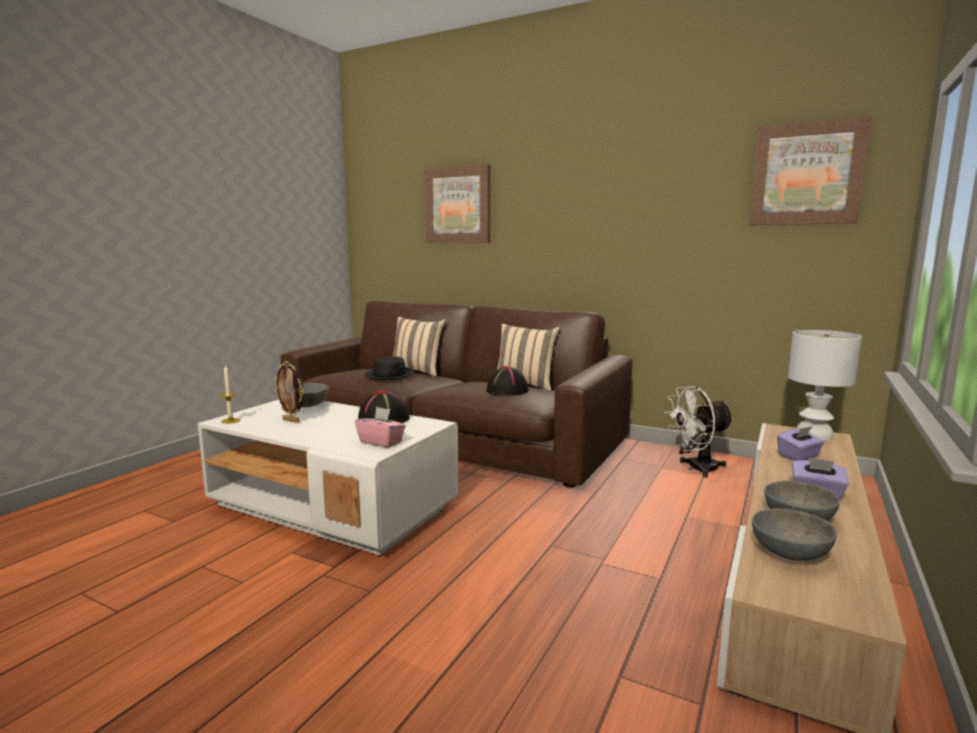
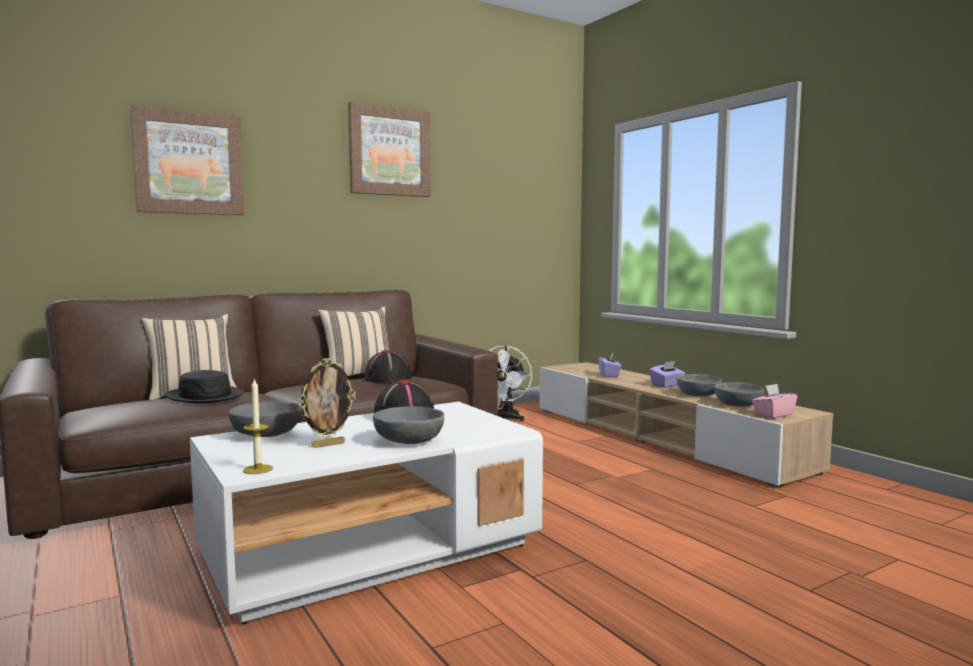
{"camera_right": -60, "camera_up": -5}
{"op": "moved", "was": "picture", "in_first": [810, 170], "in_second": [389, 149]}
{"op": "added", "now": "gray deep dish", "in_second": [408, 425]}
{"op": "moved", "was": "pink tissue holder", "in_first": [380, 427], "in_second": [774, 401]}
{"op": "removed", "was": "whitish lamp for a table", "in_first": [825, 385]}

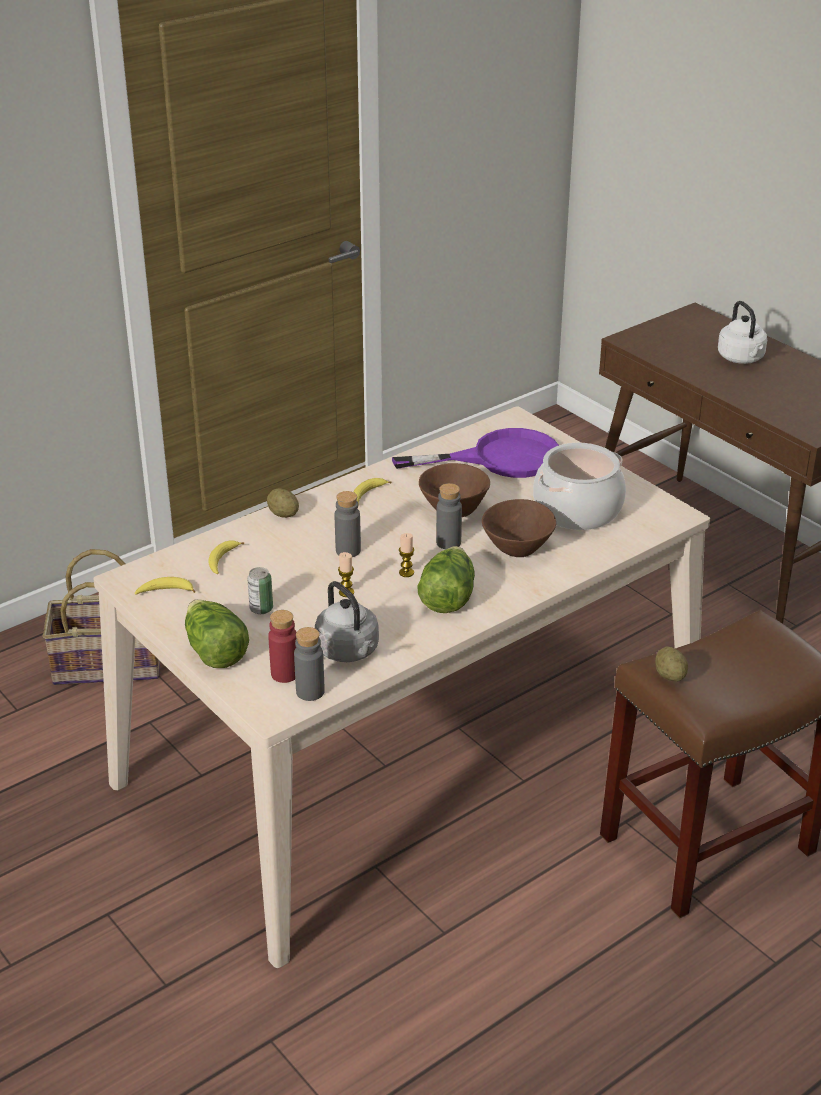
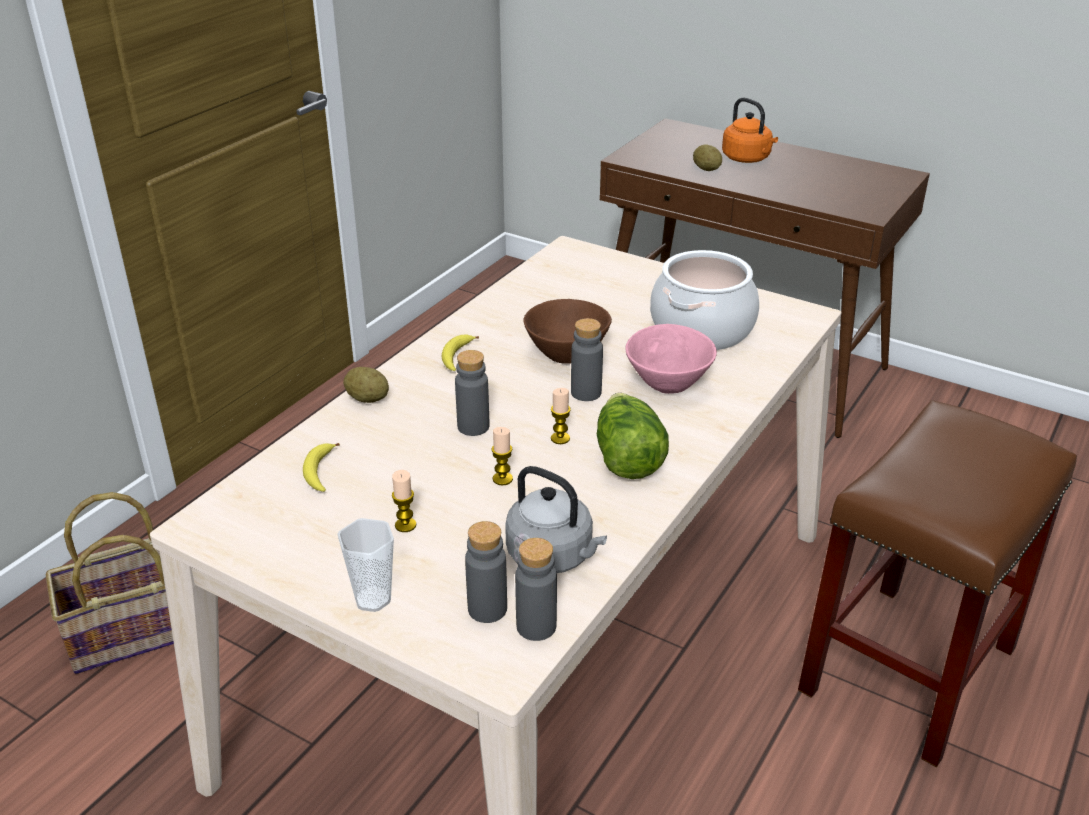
{"camera_right": -20, "camera_up": 0}
{"op": "replaced", "was": "lettuce head", "now": "small cup", "in_first": [217, 633], "in_second": [365, 565]}
{"op": "replaced", "was": "sealed can", "now": "candle", "in_first": [260, 590], "in_second": [404, 501]}
{"op": "recoloured", "was": "red-coloured bottle", "now": "gray bottle", "in_first": [282, 646], "in_second": [486, 572]}
{"op": "recoloured", "was": "brown deep dish", "now": "pink deep dish", "in_first": [519, 528], "in_second": [671, 359]}
{"op": "moved", "was": "whole potato", "in_first": [671, 664], "in_second": [707, 157]}
{"op": "recoloured", "was": "whitish tea kettle", "now": "orangey tea kettle", "in_first": [742, 332], "in_second": [750, 130]}
{"op": "removed", "was": "banana fruit", "in_first": [165, 586]}
{"op": "removed", "was": "purple frying pan", "in_first": [475, 453]}

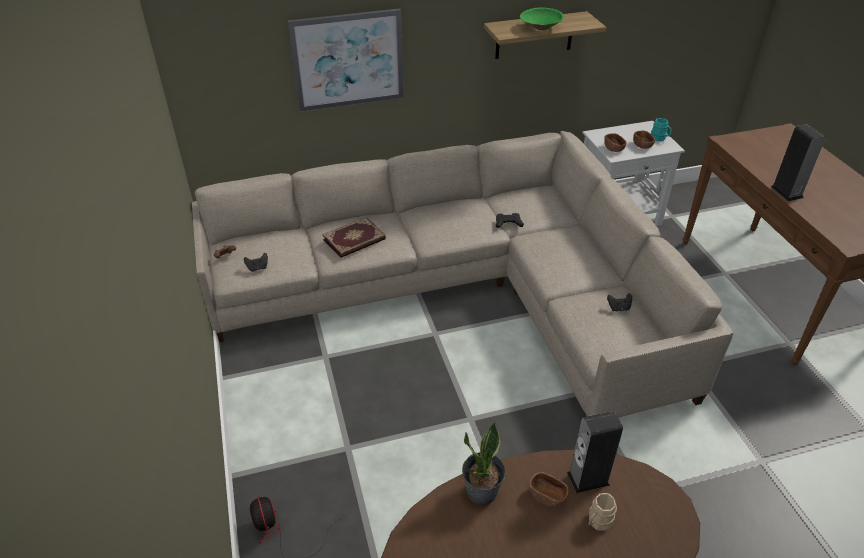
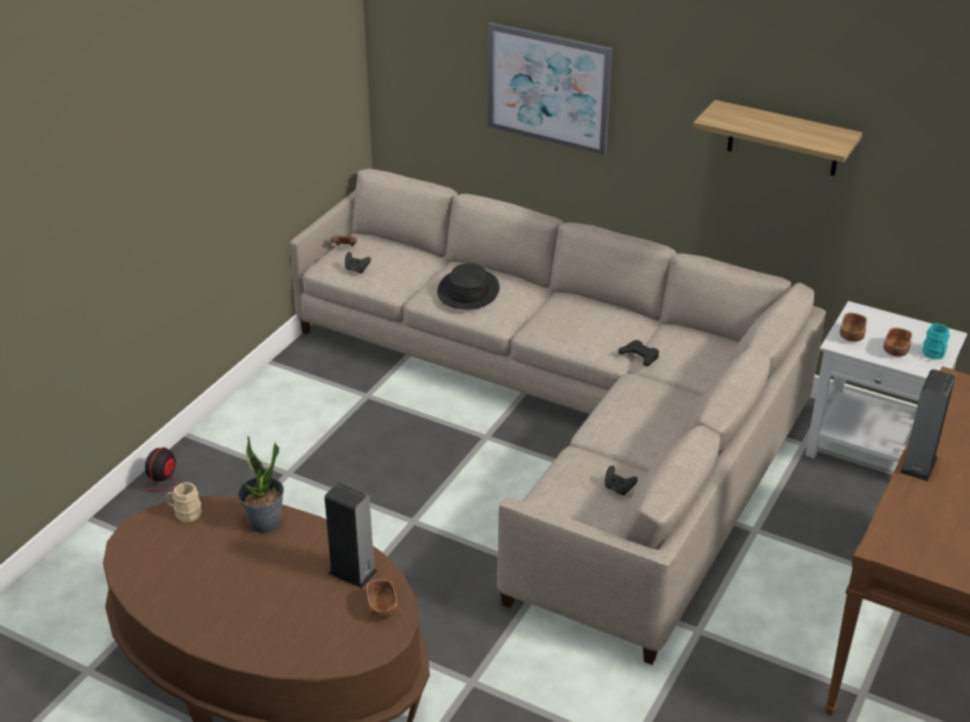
{"camera_right": 45, "camera_up": -5}
{"op": "moved", "was": "sand-coloured coffee mug", "in_first": [603, 511], "in_second": [184, 502]}
{"op": "moved", "was": "brown deep dish", "in_first": [549, 489], "in_second": [382, 599]}
{"op": "replaced", "was": "volume", "now": "black hat", "in_first": [354, 237], "in_second": [468, 286]}
{"op": "removed", "was": "green deep dish", "in_first": [542, 18]}

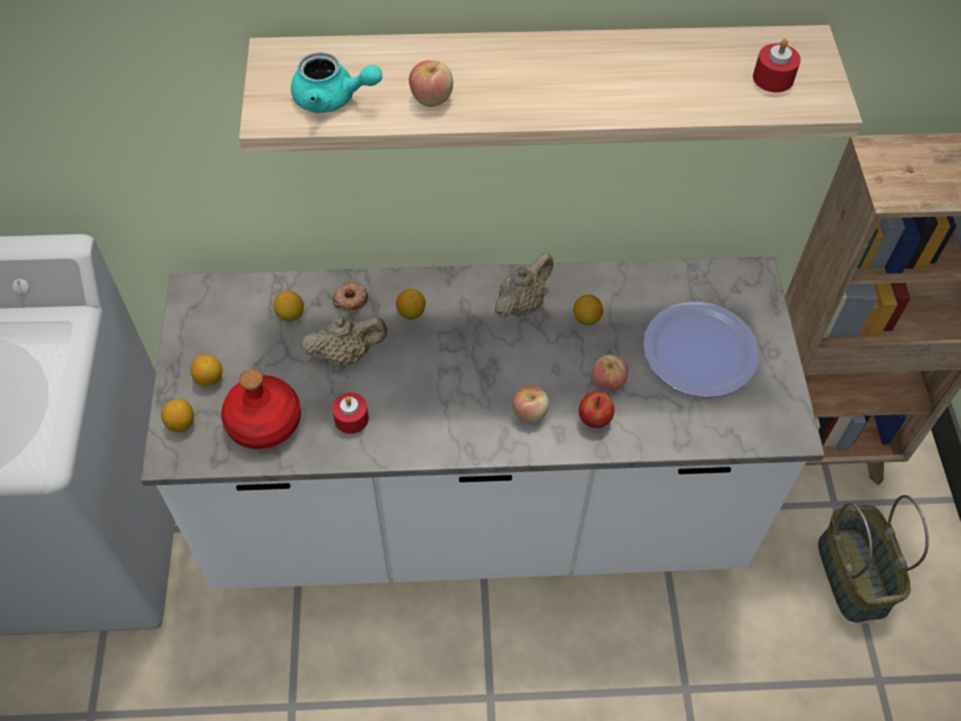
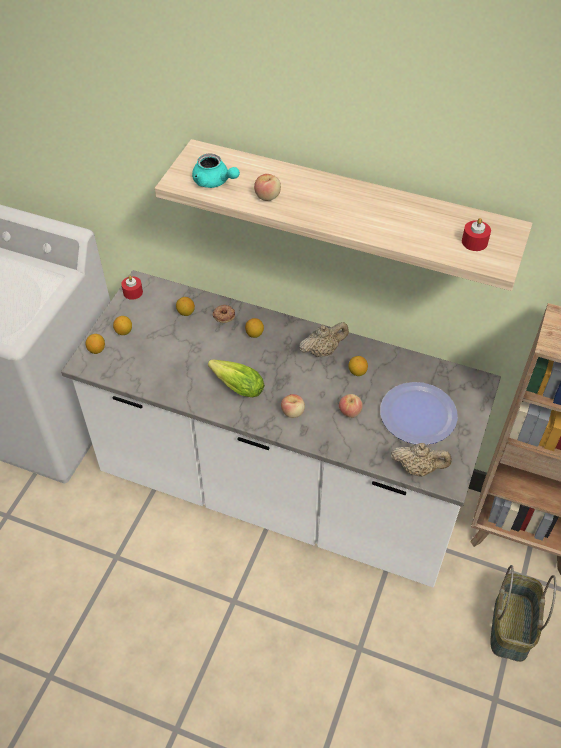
{"camera_right": 25, "camera_up": -5}
{"op": "moved", "was": "red-coloured candle", "in_first": [350, 413], "in_second": [132, 288]}
{"op": "added", "now": "lettuce head", "in_second": [236, 378]}
{"op": "moved", "was": "sand-coloured teapot", "in_first": [344, 341], "in_second": [421, 460]}
{"op": "removed", "was": "red-coloured bottle", "in_first": [261, 409]}
{"op": "removed", "was": "whole apple", "in_first": [596, 409]}

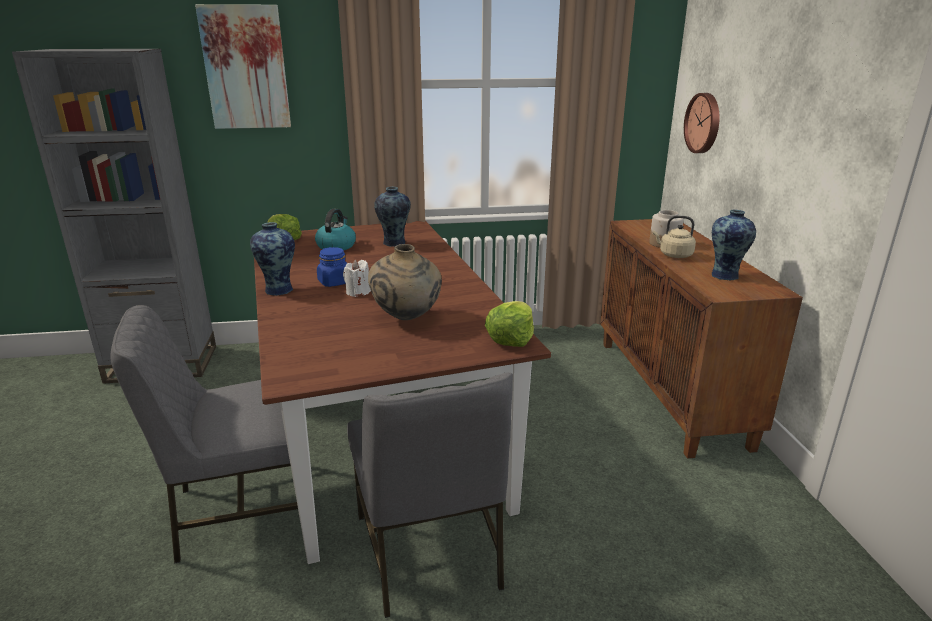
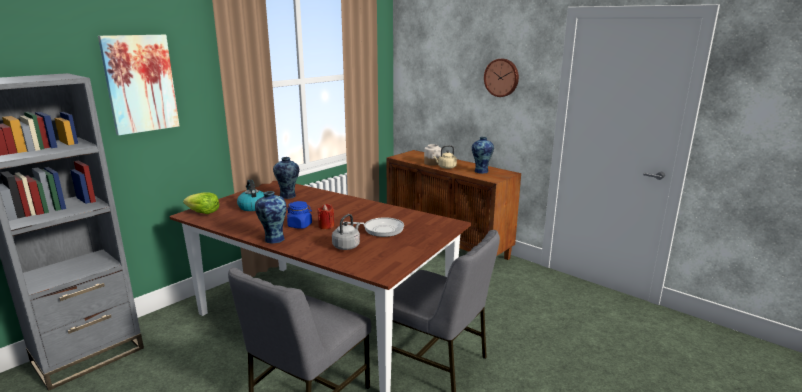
{"camera_right": -40, "camera_up": -5}
{"op": "recoloured", "was": "whitish candle", "now": "red-coloured candle", "in_first": [357, 278], "in_second": [325, 216]}
{"op": "added", "now": "gray tea kettle", "in_second": [346, 232]}
{"op": "replaced", "was": "sand-coloured decorative vase", "now": "frying pan", "in_first": [405, 282], "in_second": [373, 227]}
{"op": "moved", "was": "hanging clock", "in_first": [701, 123], "in_second": [501, 78]}
{"op": "removed", "was": "lettuce head", "in_first": [509, 324]}

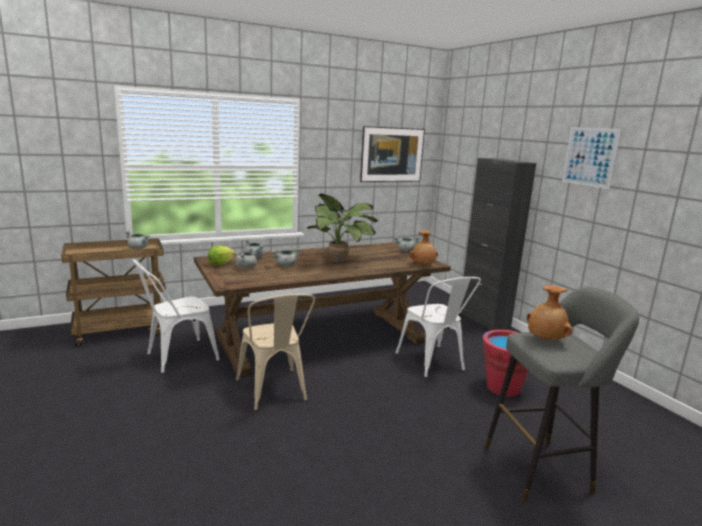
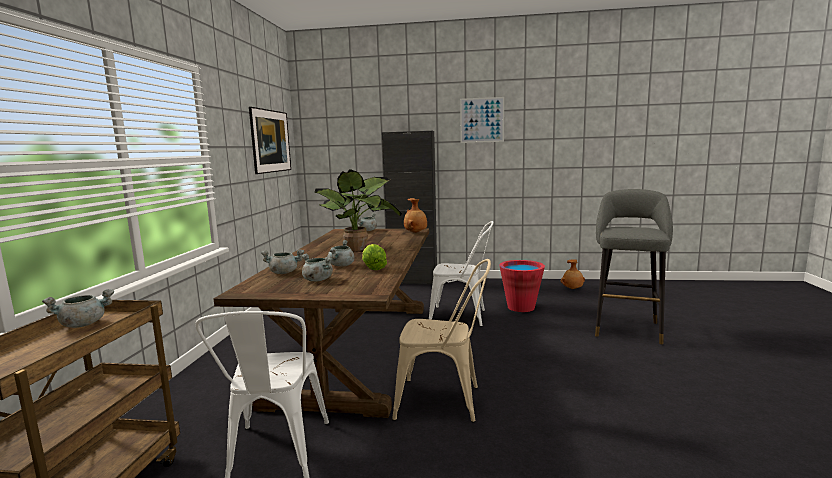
{"camera_right": -55, "camera_up": -5}
{"op": "moved", "was": "lettuce head", "in_first": [221, 255], "in_second": [374, 257]}
{"op": "moved", "was": "brown decorative vase", "in_first": [550, 312], "in_second": [573, 274]}

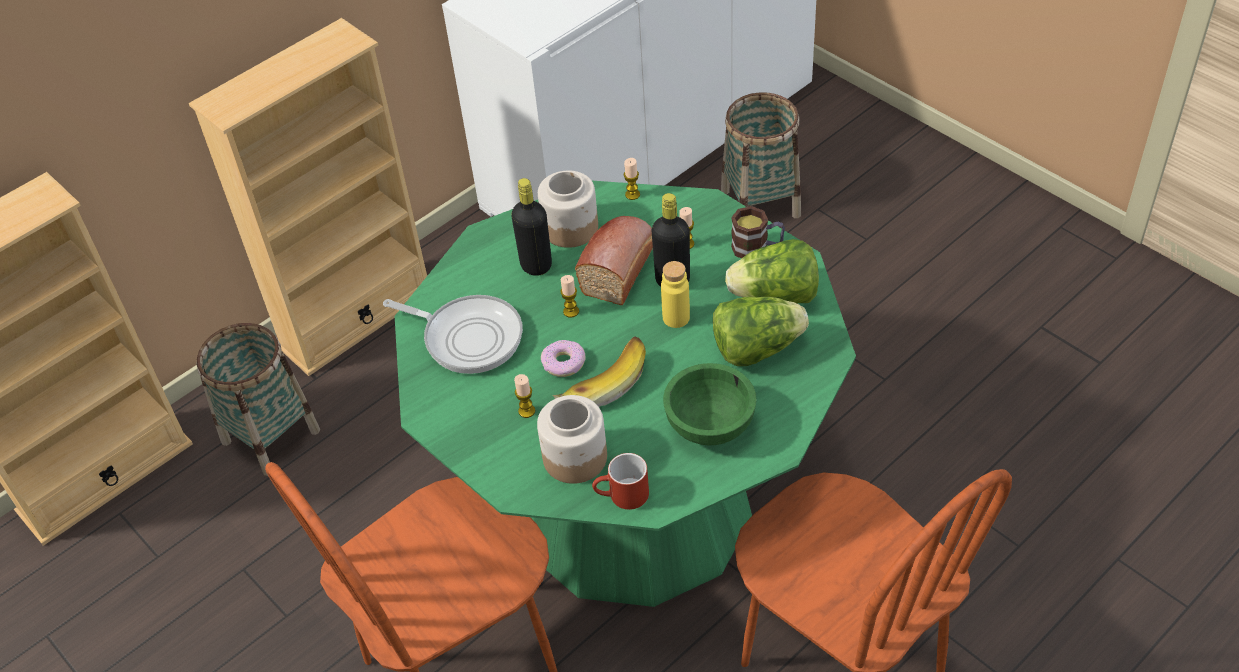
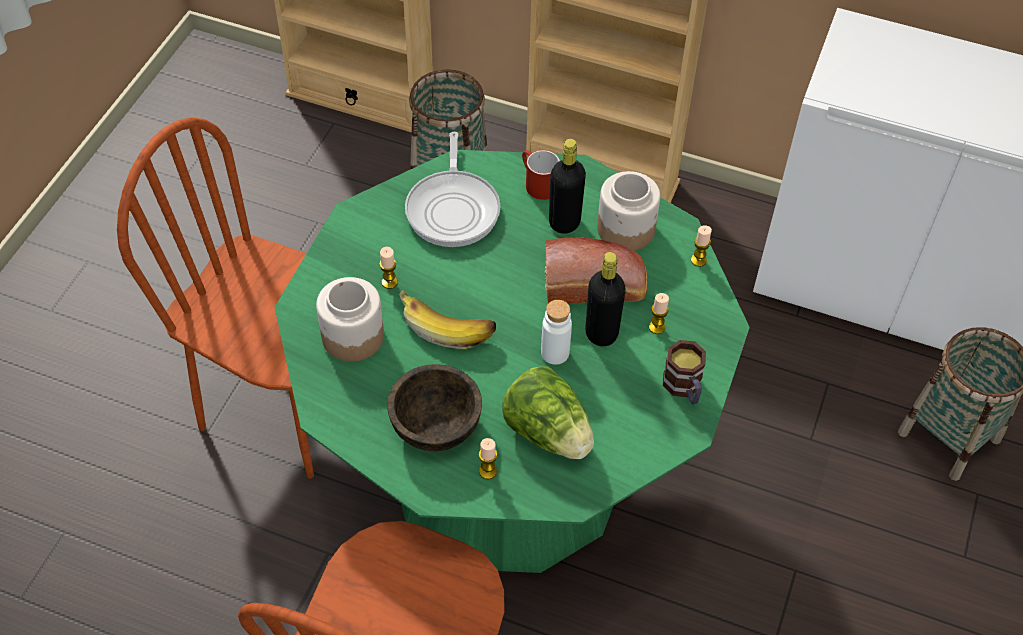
{"camera_right": 60, "camera_up": 5}
{"op": "recoloured", "was": "green deep dish", "now": "brown deep dish", "in_first": [710, 404], "in_second": [434, 407]}
{"op": "moved", "was": "candle", "in_first": [569, 296], "in_second": [488, 458]}
{"op": "moved", "was": "red-coloured coffee mug", "in_first": [620, 481], "in_second": [541, 175]}
{"op": "recoloured", "was": "yellowish bottle", "now": "whitish bottle", "in_first": [675, 294], "in_second": [556, 332]}
{"op": "removed", "was": "ring doughnut", "in_first": [563, 358]}
{"op": "removed", "was": "lettuce head", "in_first": [772, 271]}

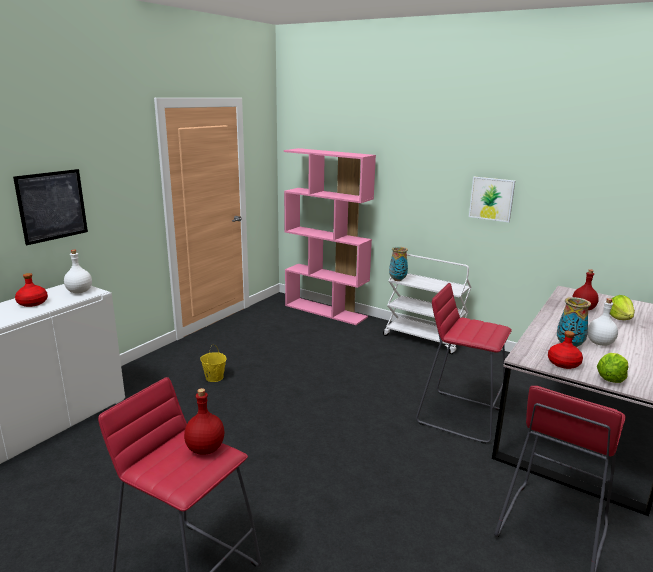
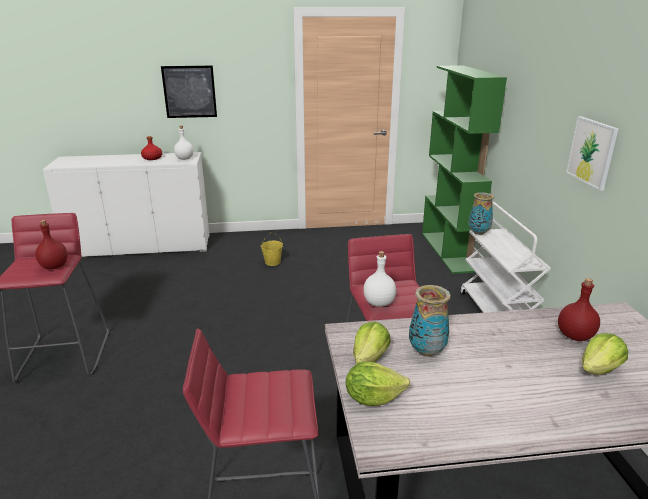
{"camera_right": 50, "camera_up": 5}
{"op": "replaced", "was": "red-coloured bottle", "now": "lettuce head", "in_first": [565, 350], "in_second": [372, 343]}
{"op": "moved", "was": "whitish bottle", "in_first": [603, 322], "in_second": [379, 279]}
{"op": "recoloured", "was": "pink shelving unit", "now": "green shelving unit", "in_first": [330, 236], "in_second": [464, 169]}

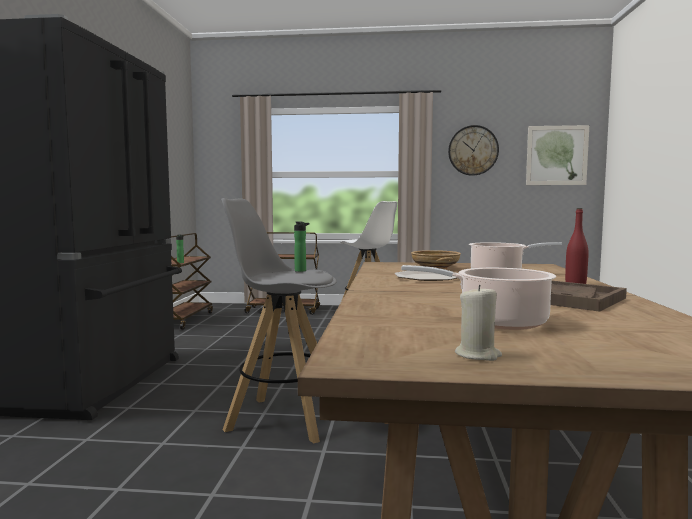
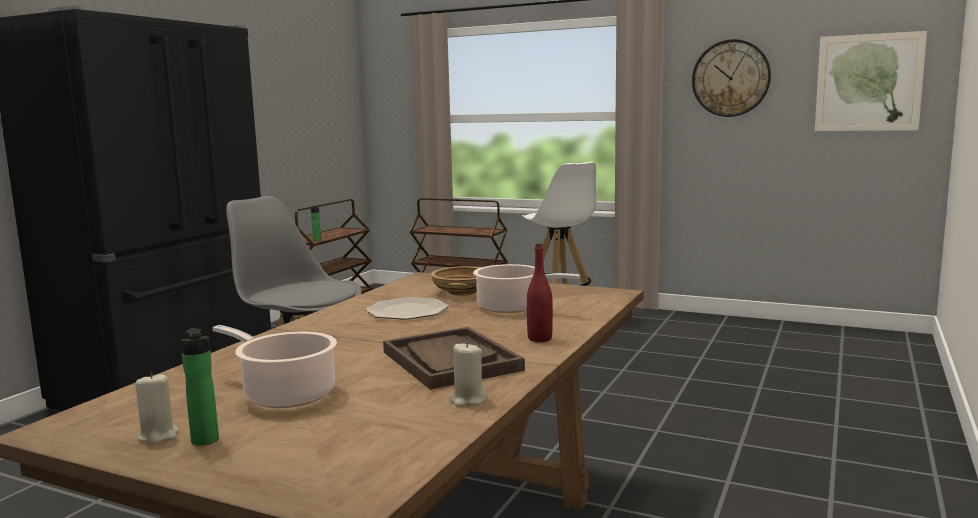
{"camera_right": 20, "camera_up": 5}
{"op": "moved", "was": "bottle", "in_first": [302, 246], "in_second": [199, 387]}
{"op": "added", "now": "sand-coloured candle", "in_second": [468, 374]}

